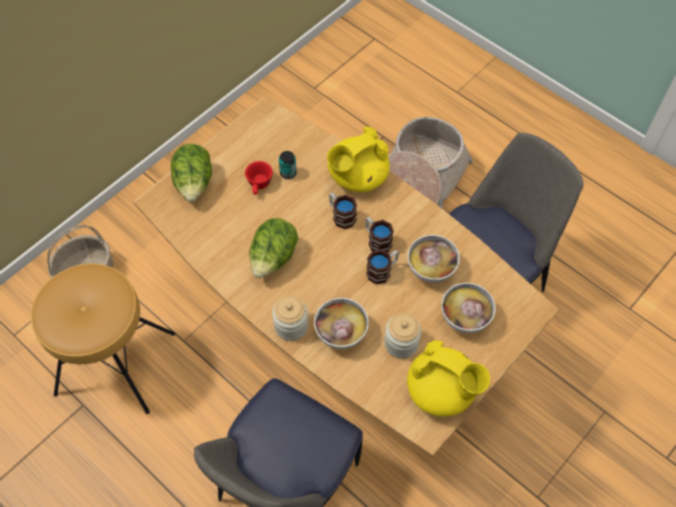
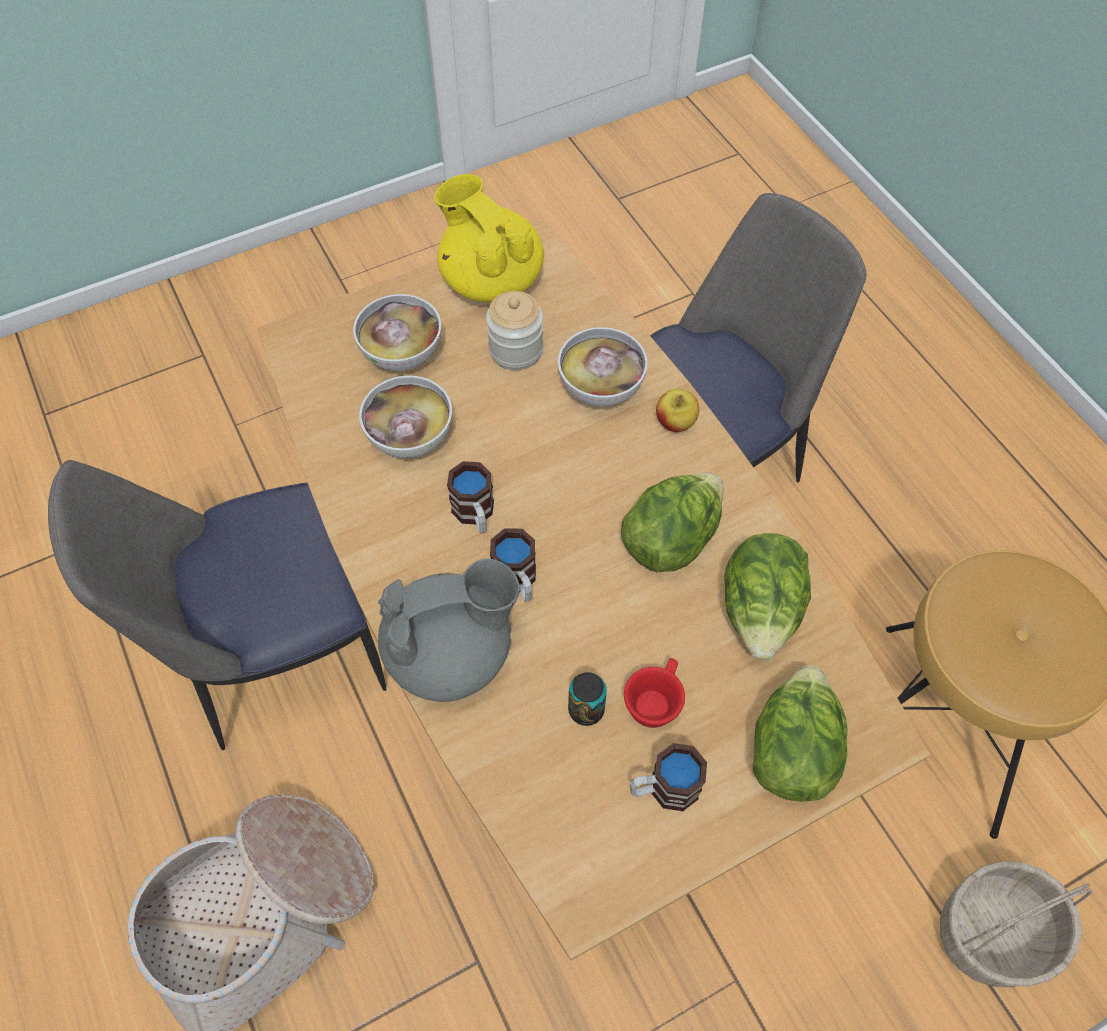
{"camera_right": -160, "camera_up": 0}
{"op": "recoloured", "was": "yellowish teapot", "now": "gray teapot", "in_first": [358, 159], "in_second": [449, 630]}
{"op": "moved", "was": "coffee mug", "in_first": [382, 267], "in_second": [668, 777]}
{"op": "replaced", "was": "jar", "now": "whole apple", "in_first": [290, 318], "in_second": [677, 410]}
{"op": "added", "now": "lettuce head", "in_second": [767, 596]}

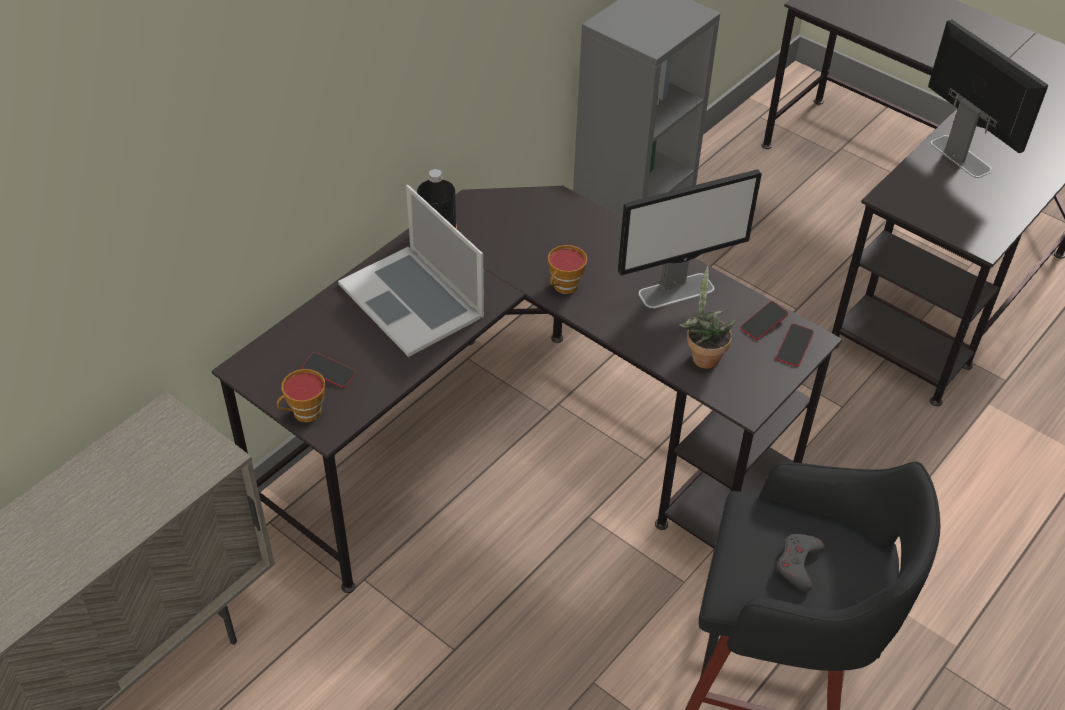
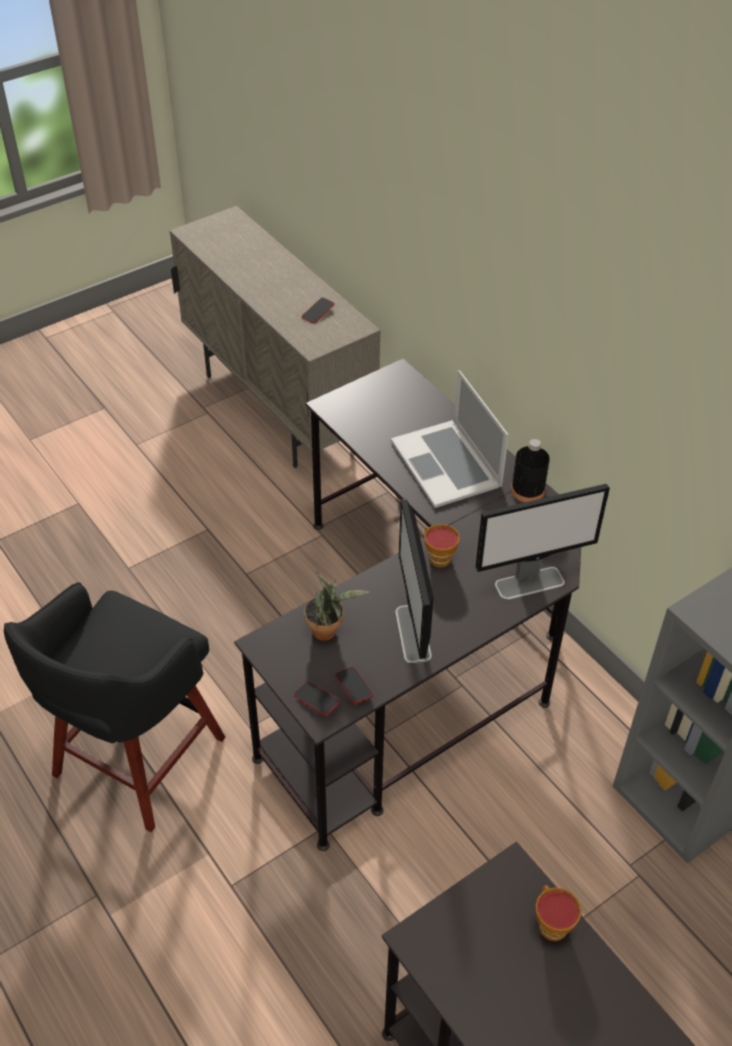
{"camera_right": 105, "camera_up": 0}
{"op": "moved", "was": "phone", "in_first": [329, 370], "in_second": [318, 310]}
{"op": "turned", "was": "notebook computer", "in_first": [411, 271], "in_second": [450, 439], "clockwise": -90}
{"op": "moved", "was": "computer screen", "in_first": [988, 98], "in_second": [542, 542]}
{"op": "moved", "was": "small cup", "in_first": [301, 395], "in_second": [559, 913]}
{"op": "removed", "was": "gray game controller", "in_first": [800, 562]}

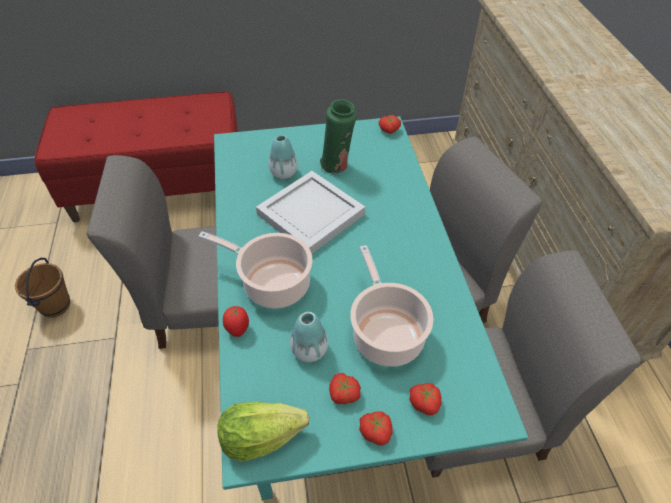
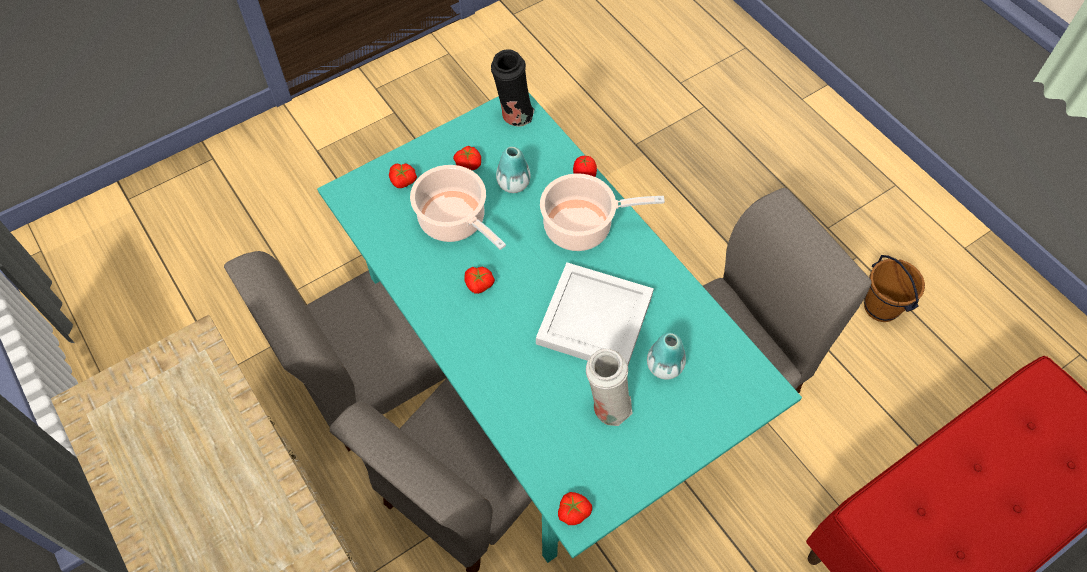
{"camera_right": 155, "camera_up": 10}
{"op": "moved", "was": "tomato", "in_first": [376, 428], "in_second": [479, 280]}
{"op": "replaced", "was": "lettuce head", "now": "black decorative vase", "in_first": [263, 431], "in_second": [513, 88]}
{"op": "recoloured", "was": "green decorative vase", "now": "whitish decorative vase", "in_first": [338, 136], "in_second": [609, 387]}

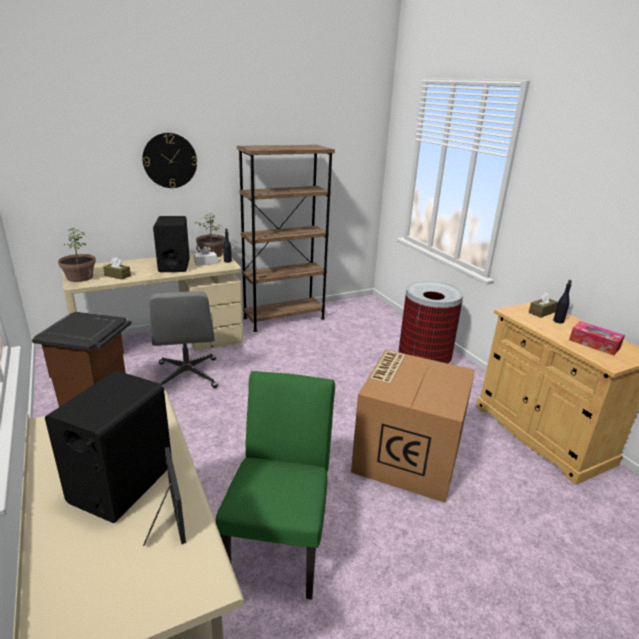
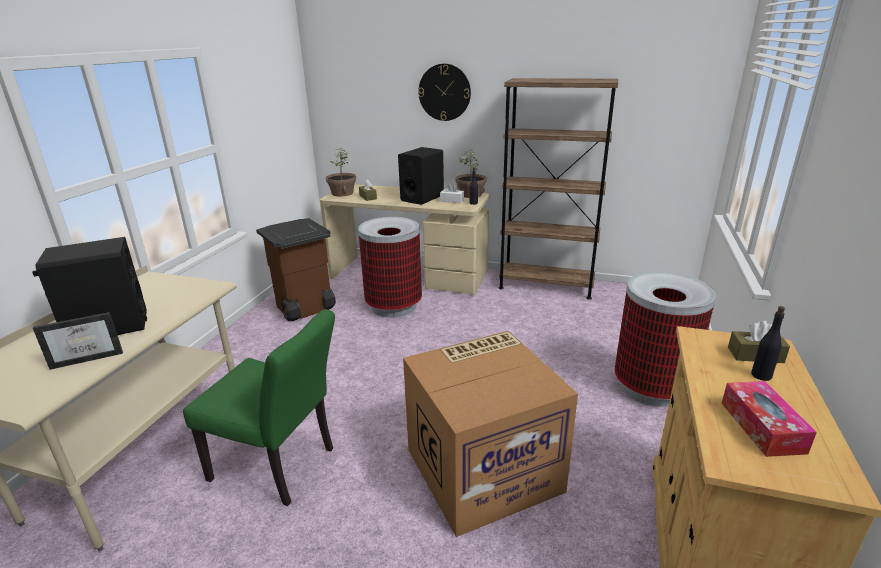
{"camera_right": 45, "camera_up": 0}
{"op": "turned", "was": "standing frame", "in_first": [164, 496], "in_second": [78, 341], "clockwise": 45}
{"op": "turned", "was": "green upright chair", "in_first": [275, 485], "in_second": [259, 407], "clockwise": 60}
{"op": "replaced", "was": "gray desk chair", "now": "rubbish bin", "in_first": [183, 339], "in_second": [390, 267]}

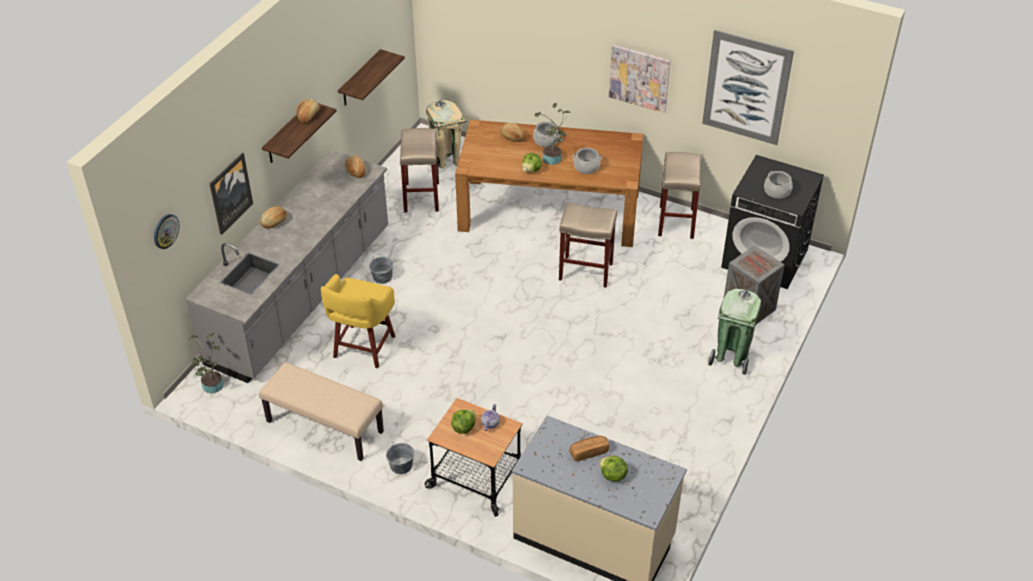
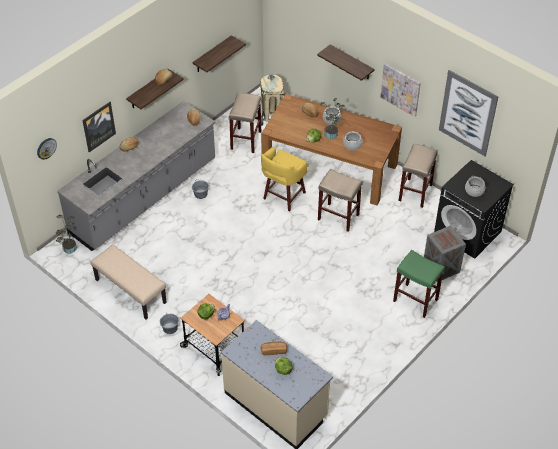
{"camera_right": 15, "camera_up": 5}
{"op": "moved", "was": "yellowish sitting stool", "in_first": [358, 321], "in_second": [284, 179]}
{"op": "added", "now": "shelf", "in_second": [346, 62]}
{"op": "replaced", "was": "green rubbish bin", "now": "green sitting stool", "in_first": [734, 332], "in_second": [419, 284]}

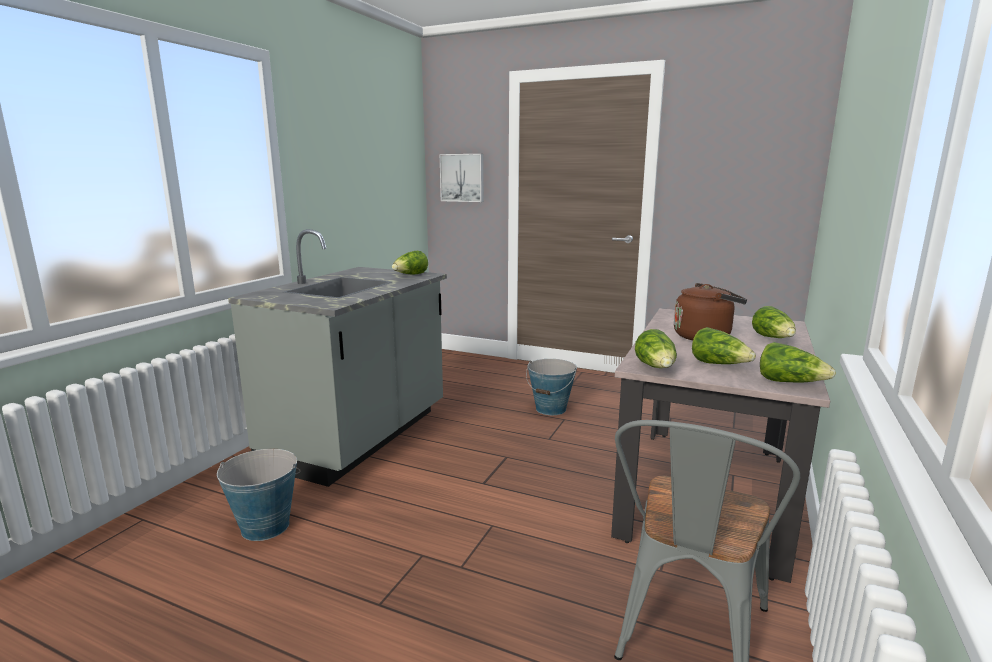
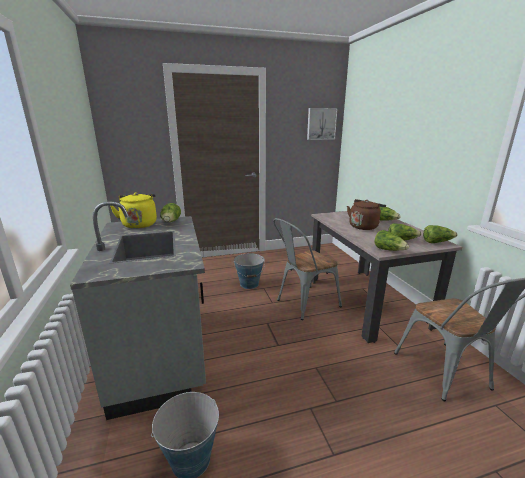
{"camera_right": -40, "camera_up": 5}
{"op": "added", "now": "yellowish tea kettle", "in_second": [133, 210]}
{"op": "added", "now": "gray upright chair", "in_second": [307, 269]}
{"op": "moved", "was": "picture", "in_first": [462, 178], "in_second": [322, 124]}

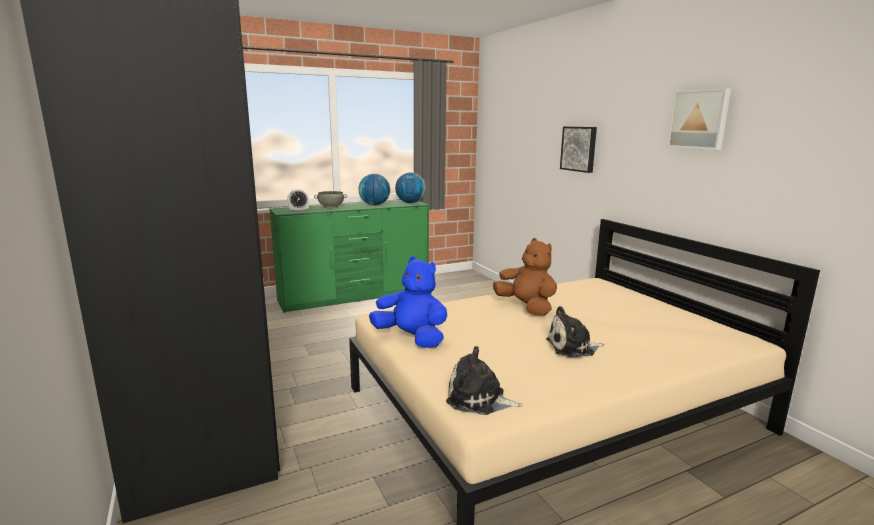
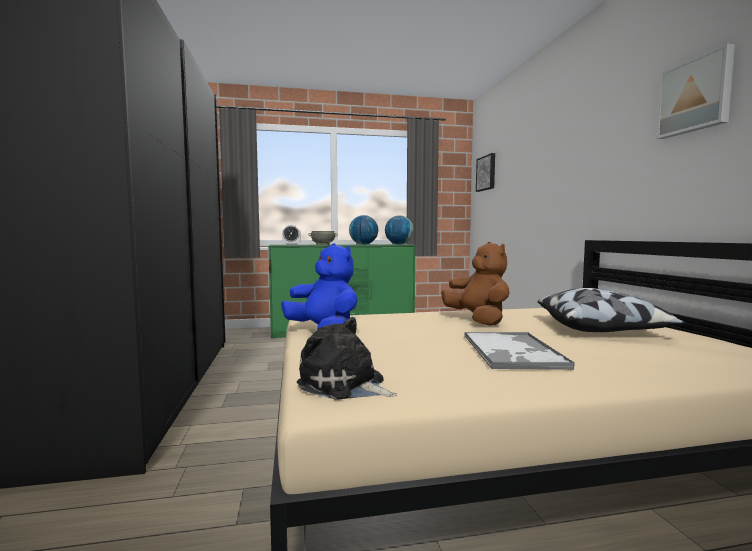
{"camera_right": 15, "camera_up": -10}
{"op": "replaced", "was": "cuddly toy", "now": "tray", "in_first": [575, 331], "in_second": [519, 351]}
{"op": "moved", "was": "picture", "in_first": [578, 150], "in_second": [485, 172]}
{"op": "added", "now": "cushion", "in_second": [611, 310]}

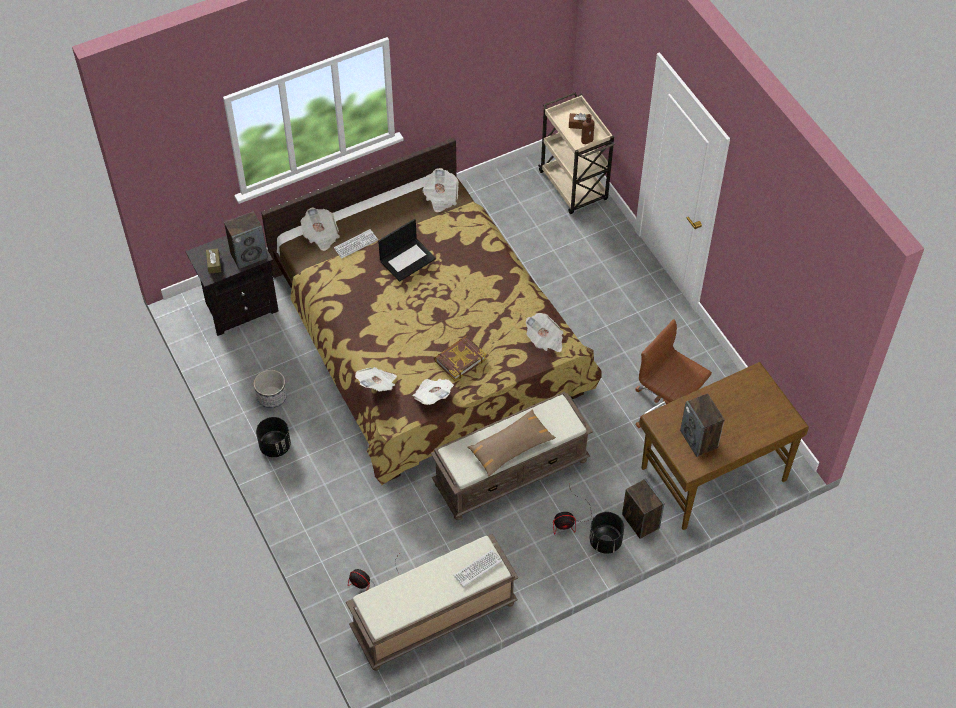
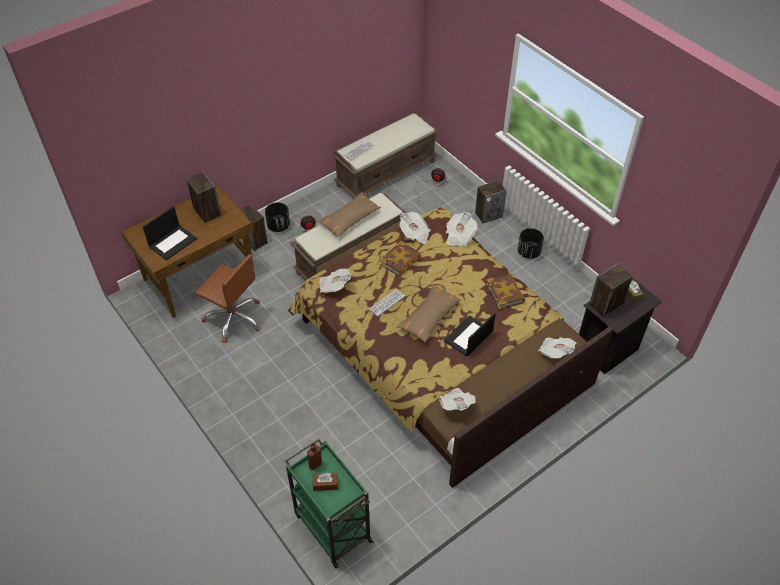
{"camera_right": 170, "camera_up": -5}
{"op": "added", "now": "notebook computer", "in_second": [170, 233]}
{"op": "recoloured", "was": "sand-coloured cart", "now": "green cart", "in_first": [576, 153], "in_second": [329, 504]}
{"op": "moved", "was": "computer keyboard", "in_first": [356, 244], "in_second": [386, 302]}
{"op": "added", "now": "brown cushion", "in_second": [428, 313]}
{"op": "added", "now": "speaker", "in_second": [491, 202]}
{"op": "added", "now": "volume", "in_second": [505, 292]}
{"op": "removed", "was": "flower pot", "in_first": [270, 388]}

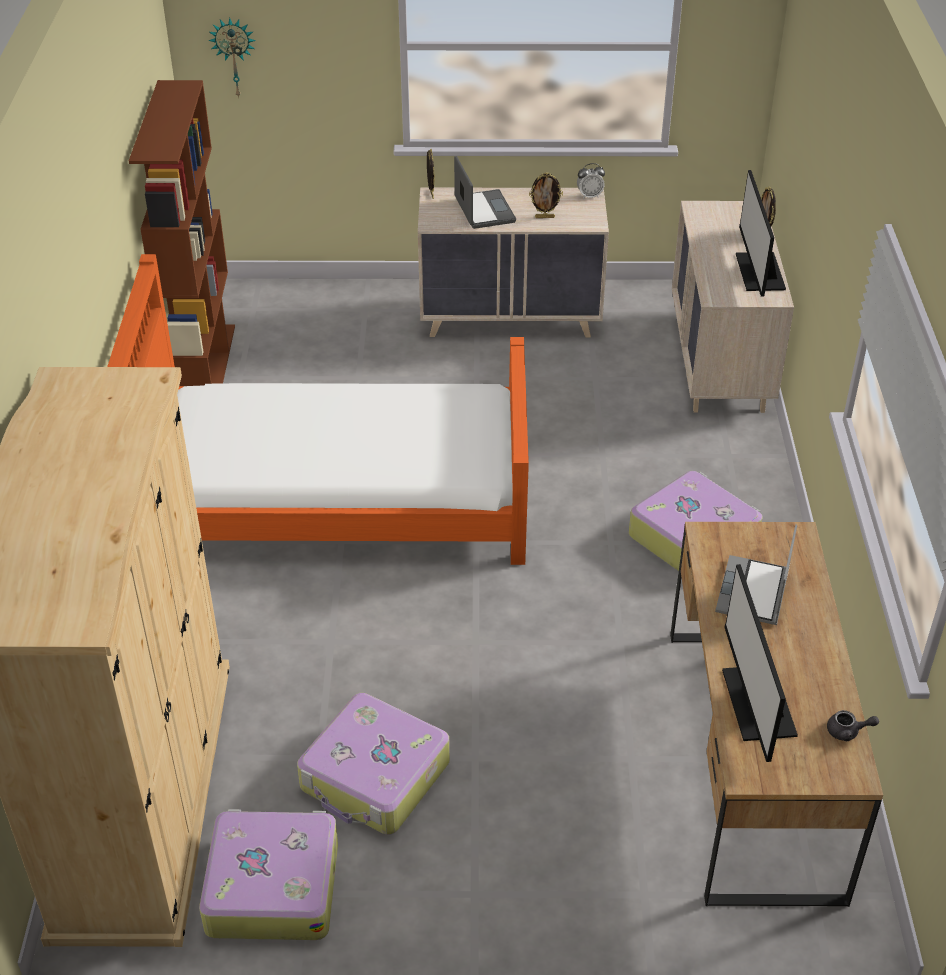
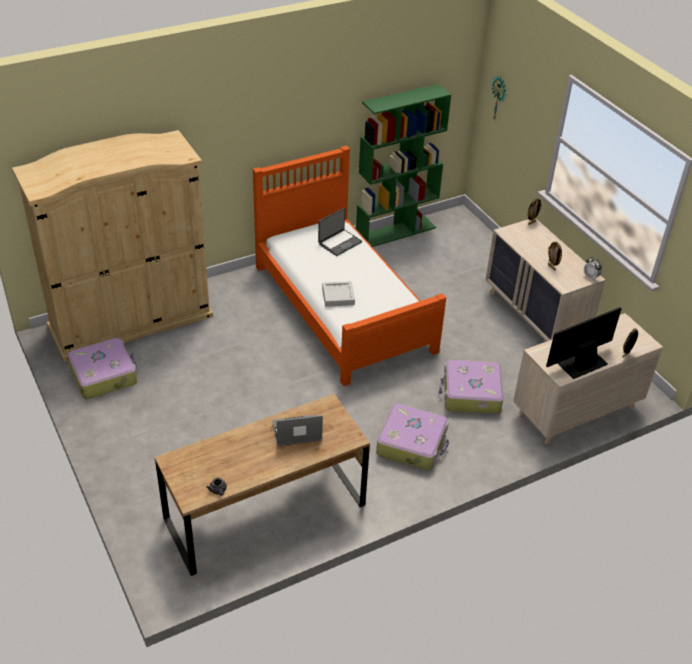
{"camera_right": 60, "camera_up": 0}
{"op": "moved", "was": "notebook computer", "in_first": [485, 192], "in_second": [340, 232]}
{"op": "added", "now": "gray tray", "in_second": [338, 294]}
{"op": "recoloured", "was": "brown shelving unit", "now": "green shelving unit", "in_first": [182, 233], "in_second": [403, 165]}
{"op": "moved", "was": "suitcase", "in_first": [373, 764], "in_second": [471, 387]}
{"op": "removed", "was": "computer screen", "in_first": [760, 663]}

